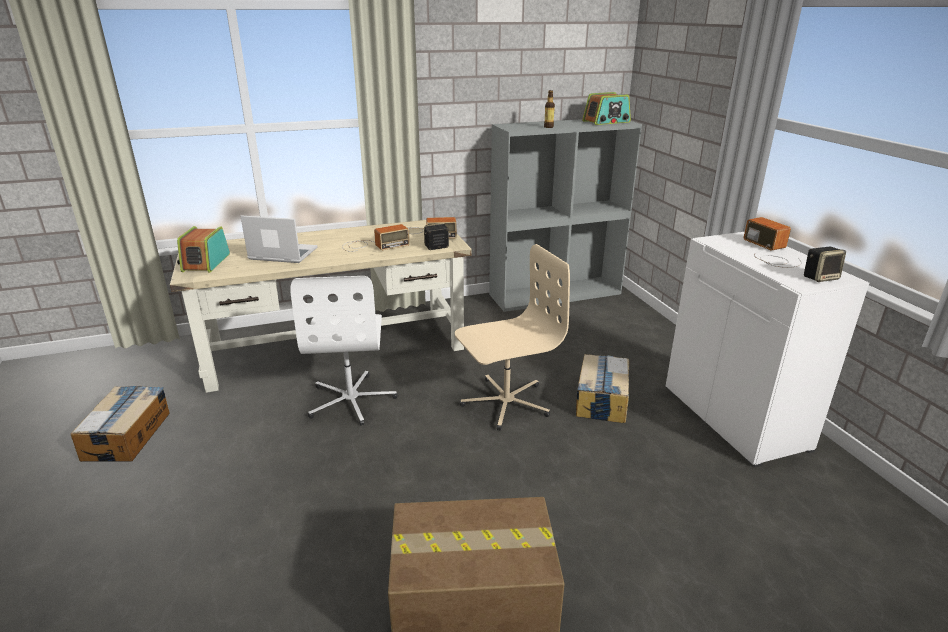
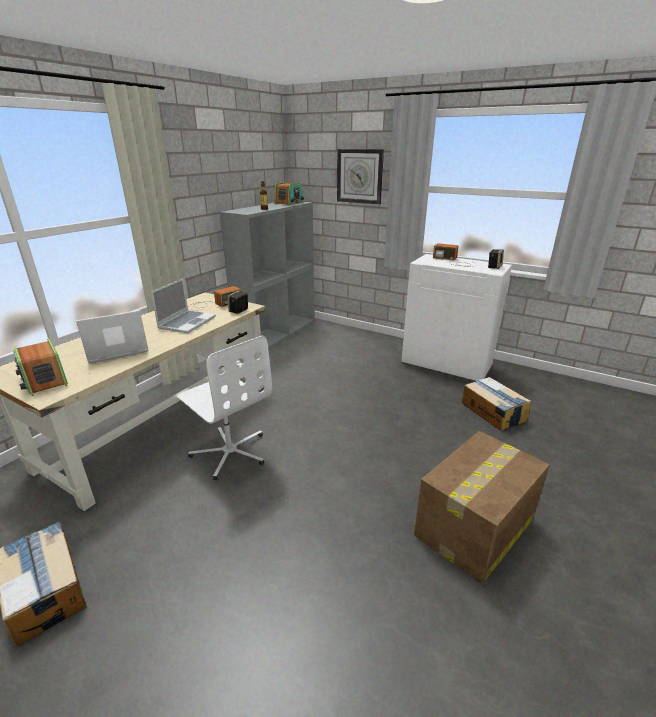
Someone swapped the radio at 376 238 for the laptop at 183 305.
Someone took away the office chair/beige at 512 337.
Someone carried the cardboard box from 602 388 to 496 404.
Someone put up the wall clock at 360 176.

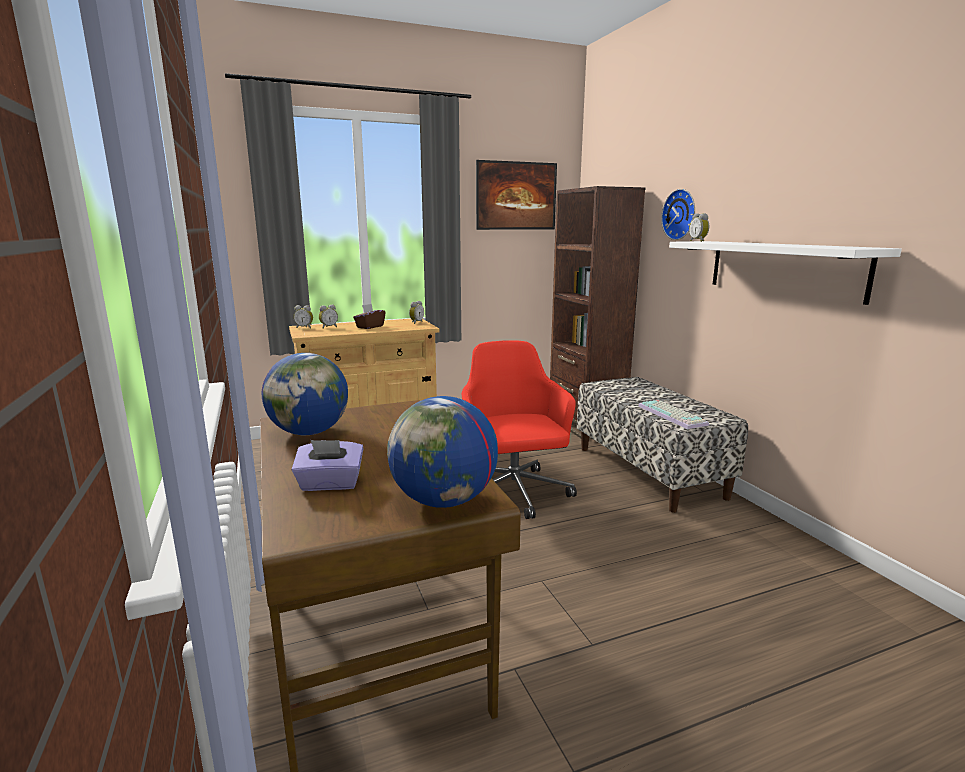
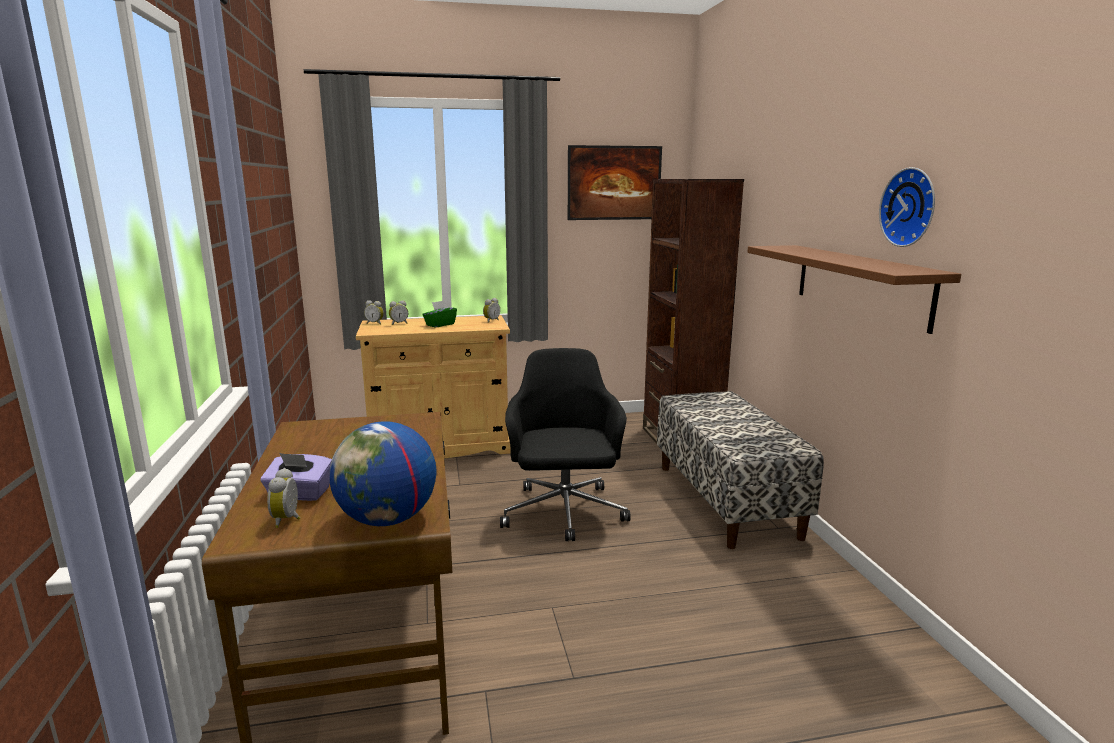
Someone took away the globe at 305 394.
Someone repainted the tissue box/brown at 369 316, which became the tissue box/green at 440 314.
Someone repainted the office chair/red at 519 429, which became the office chair/black at 565 444.
Someone took away the keyboard at 673 414.
Someone carried the wall clock from 678 214 to 907 207.
Someone repainted the shelf/white at 785 273, which became the shelf/brown at 854 289.
Someone carried the alarm clock from 699 227 to 283 498.

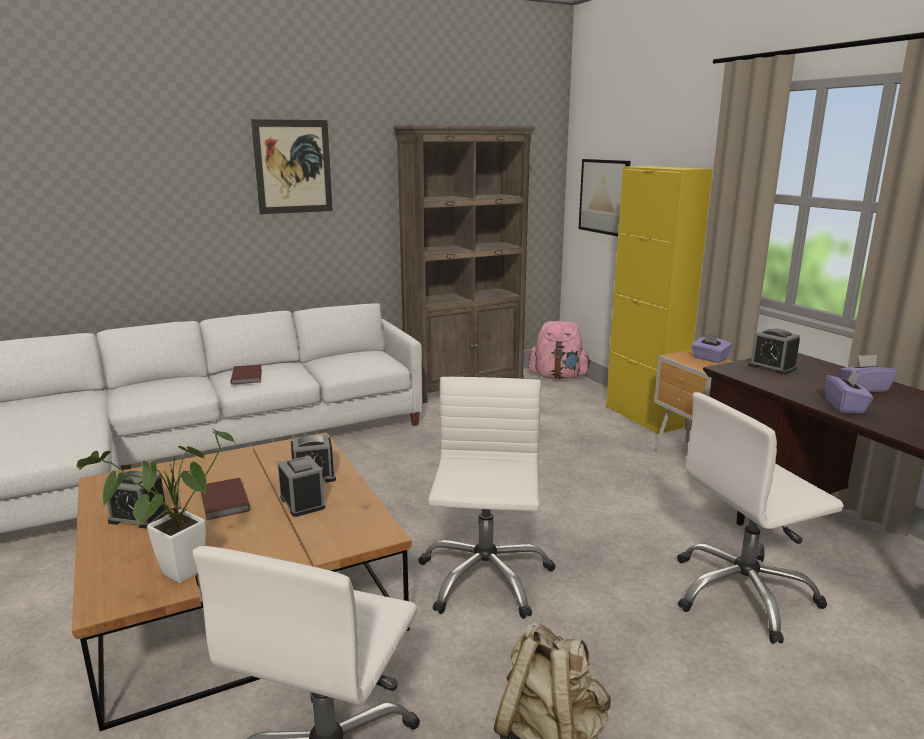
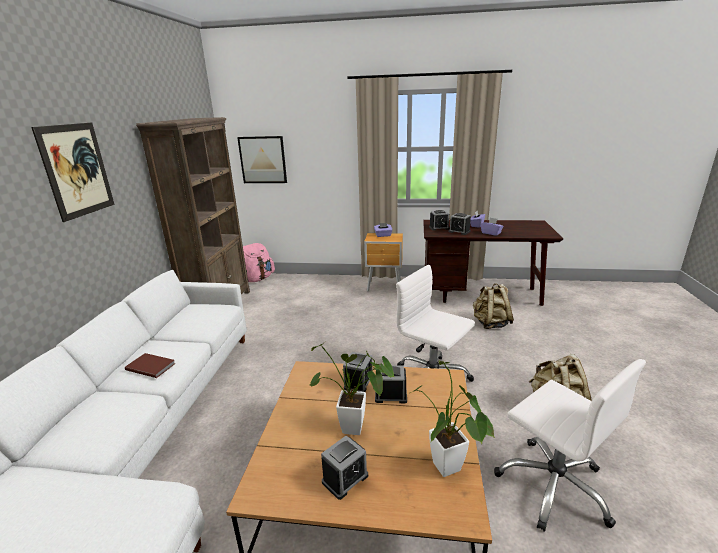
Someone swapped the book/brown at 226 499 for the potted plant at 352 388.
Someone took away the cabinet/yellow at 659 300.
Someone swapped the office chair/white at 760 518 for the backpack/beige at 493 306.
Someone put down the alarm clock at 460 224.

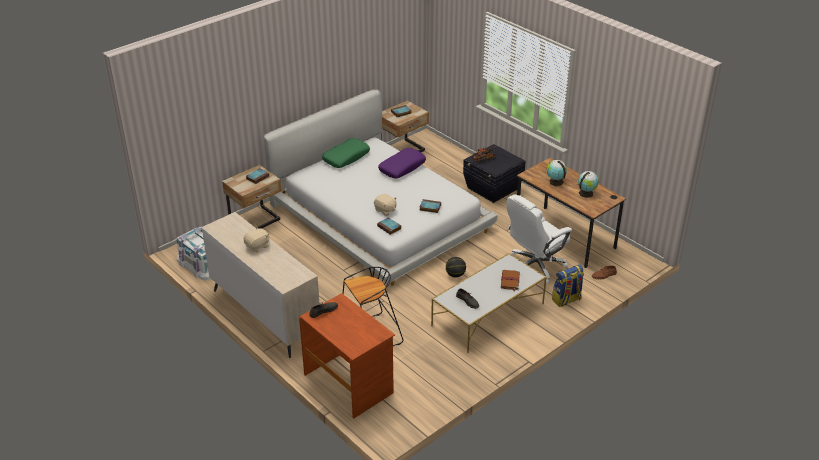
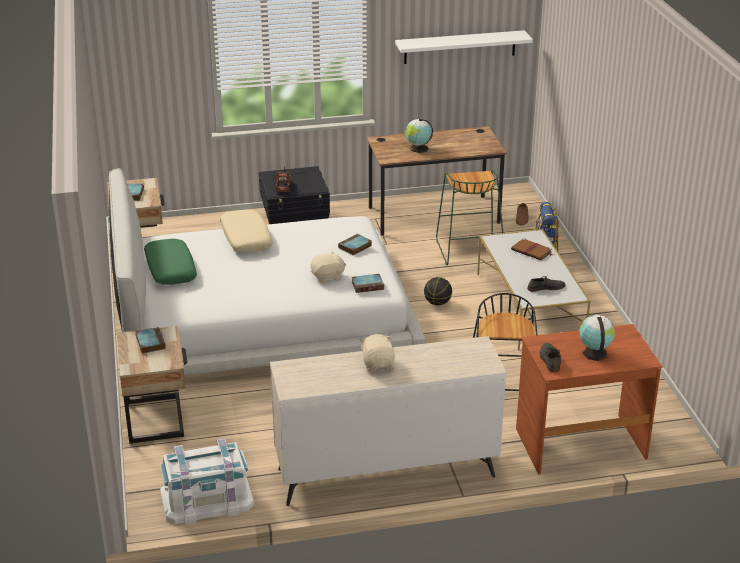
Someone repainted the pillow/purple at 402 163, which became the pillow/beige at 246 230.
Someone swapped the office chair/white at 539 239 for the stool/green at 469 217.
Someone carried the globe from 588 184 to 597 338.
Someone put up the shelf/white at 464 47.

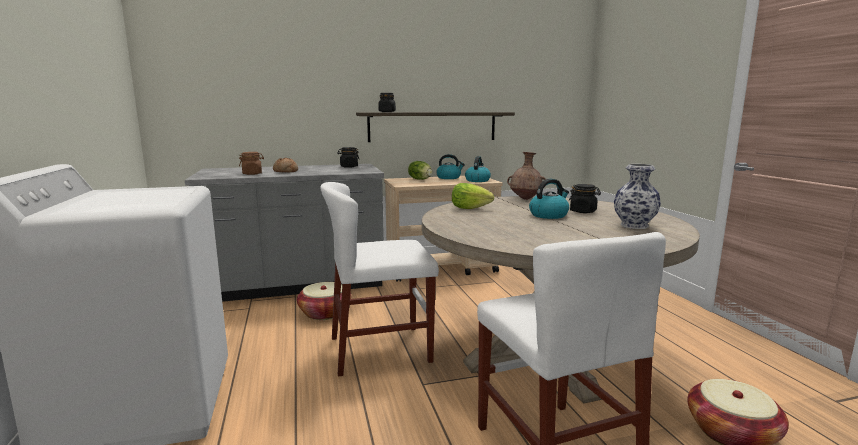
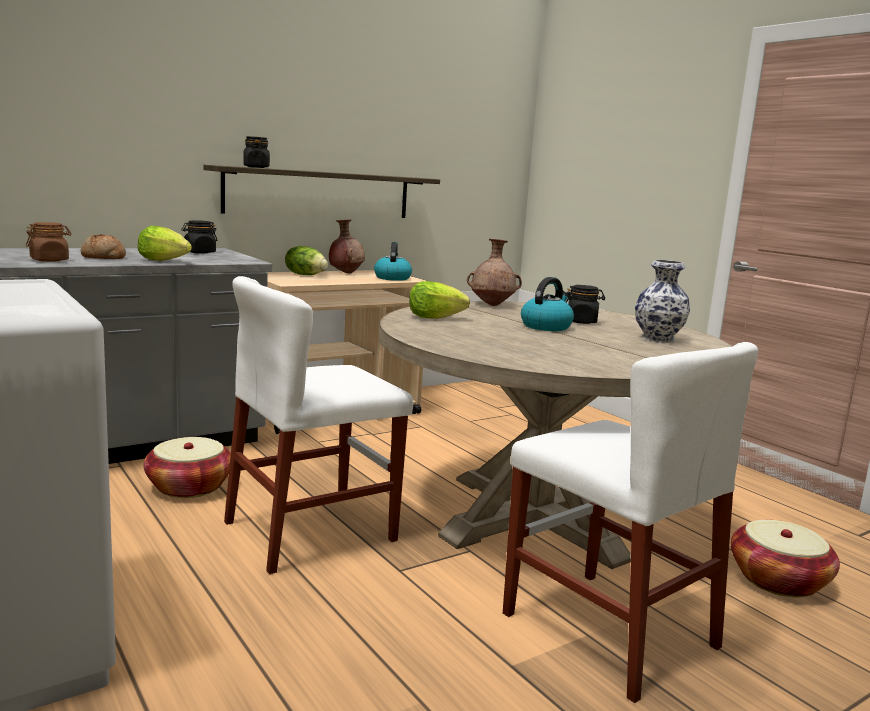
Someone swapped the kettle at 450 166 for the vase/brown at 347 247.
Someone put down the lettuce at 165 243.

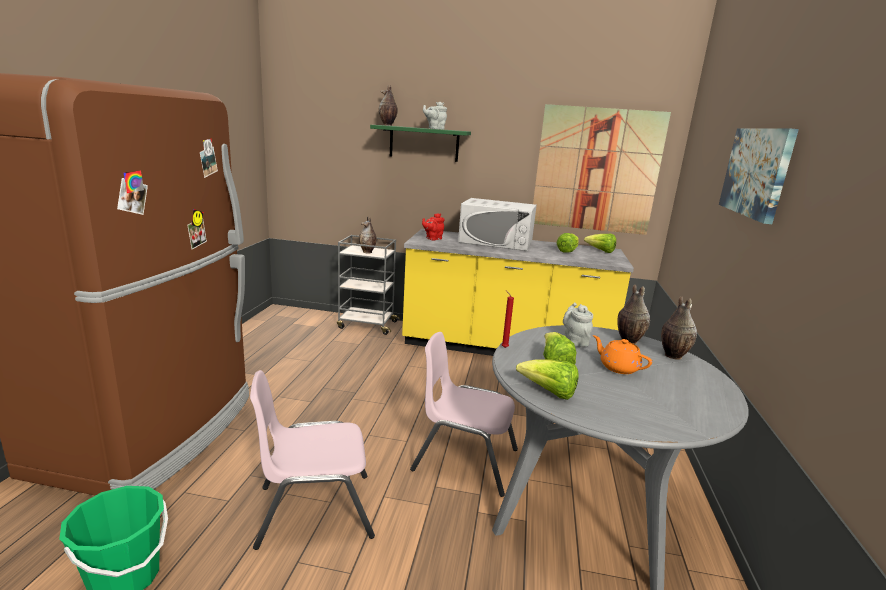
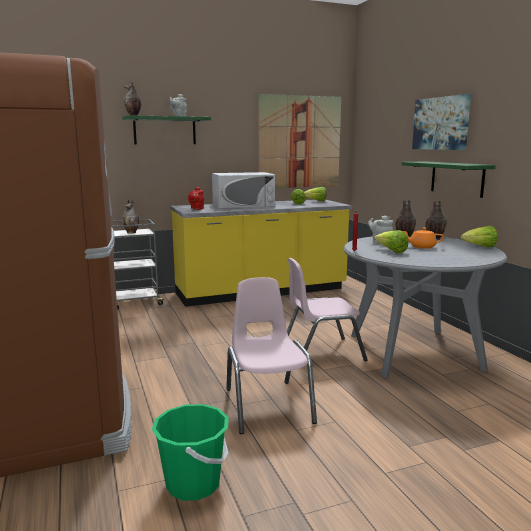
Someone rotated the chair/pink at 312 460 by 120 degrees clockwise.
Someone carried the lettuce from 547 380 to 479 236.
Someone put up the shelf/green at 449 179.

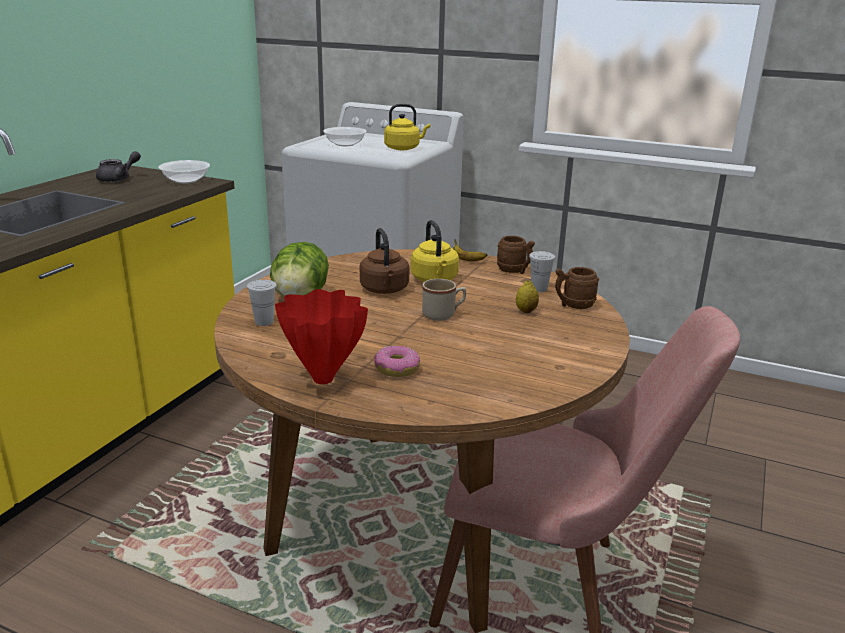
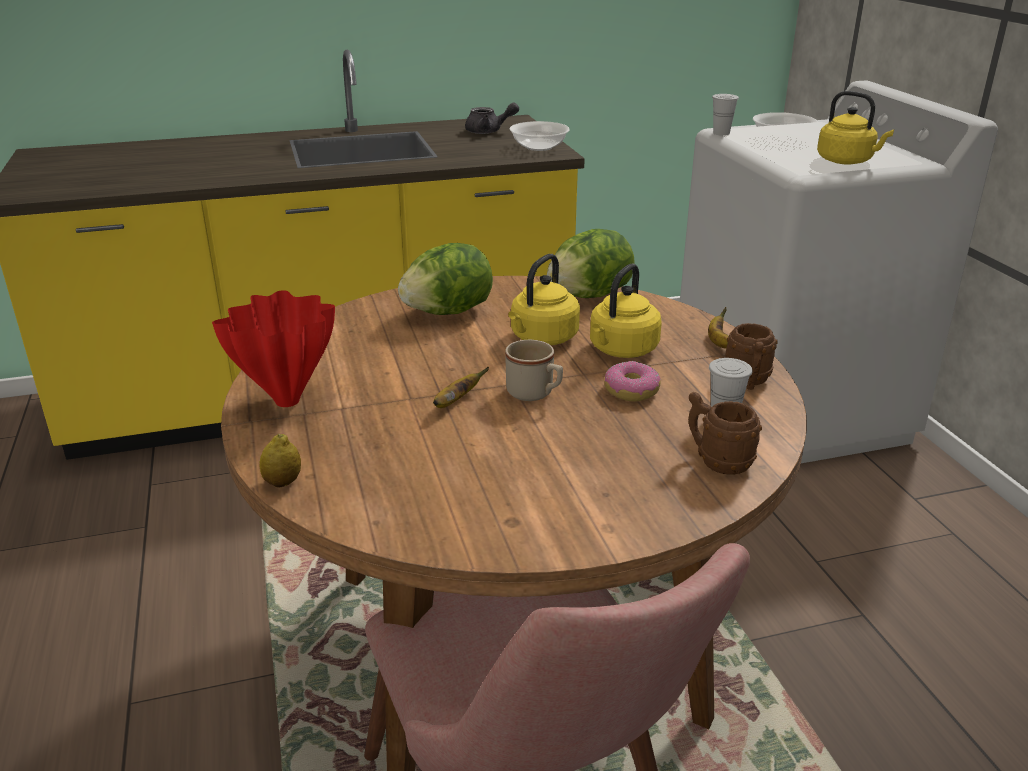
Someone carried the cup/white from 262 303 to 725 115.
Someone repainted the kettle/brown at 384 261, which became the kettle/yellow at 544 299.
Someone carried the donut from 397 361 to 632 381.
Someone carried the lemon from 527 296 to 280 460.
Someone put down the banana at 461 387.
Someone put down the lettuce at 591 263.

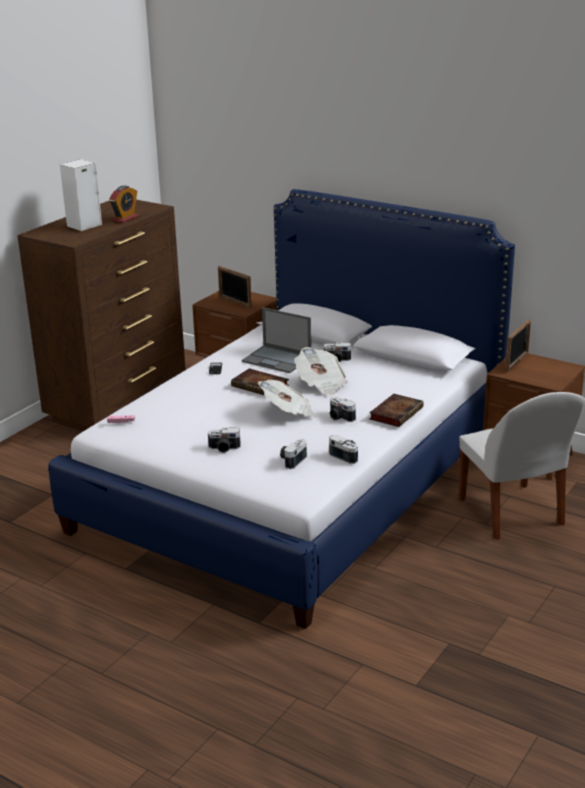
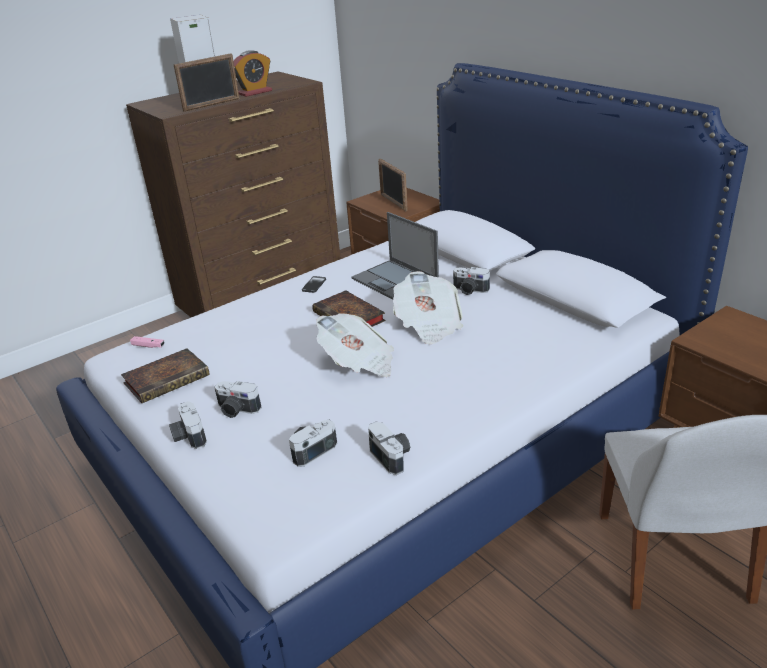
Someone carried the photo camera from 343 409 to 188 425.
Someone carried the book from 396 410 to 165 375.
Someone carried the picture frame from 518 346 to 207 82.

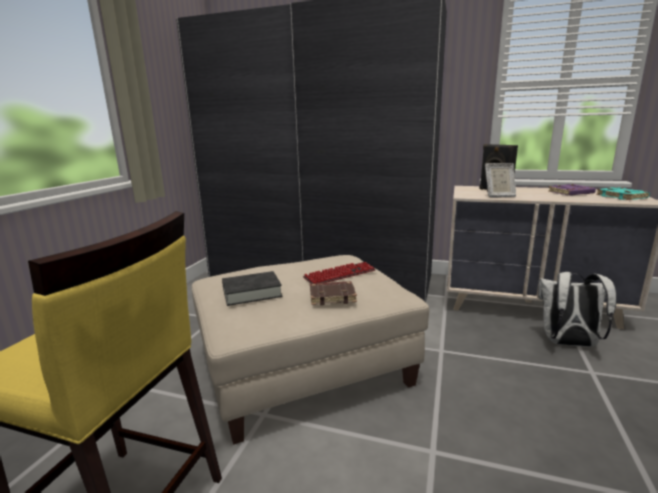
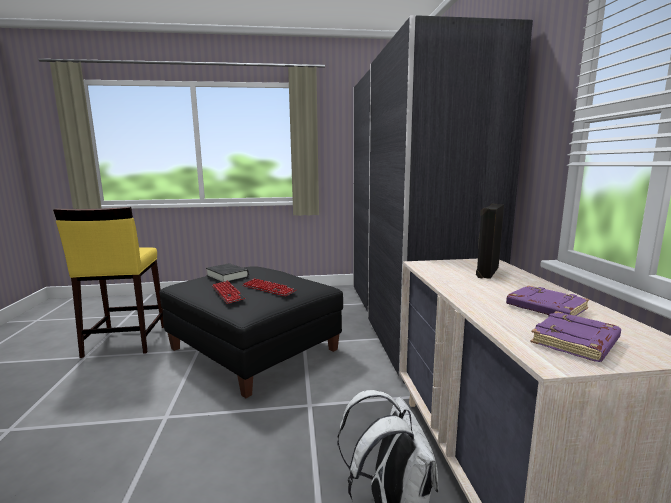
Someone repainted the ottoman/beige at 310 350, which became the ottoman/black at 251 332.
Someone swapped the book/brown at 333 293 for the keyboard at 228 292.
Someone took away the picture frame at 500 180.
Someone repainted the book/turquoise at 623 193, which became the book/purple at 575 336.

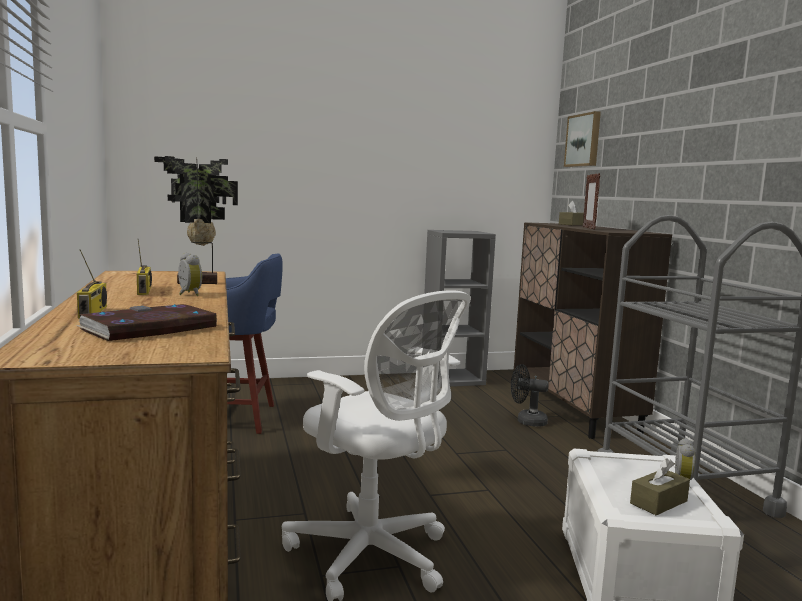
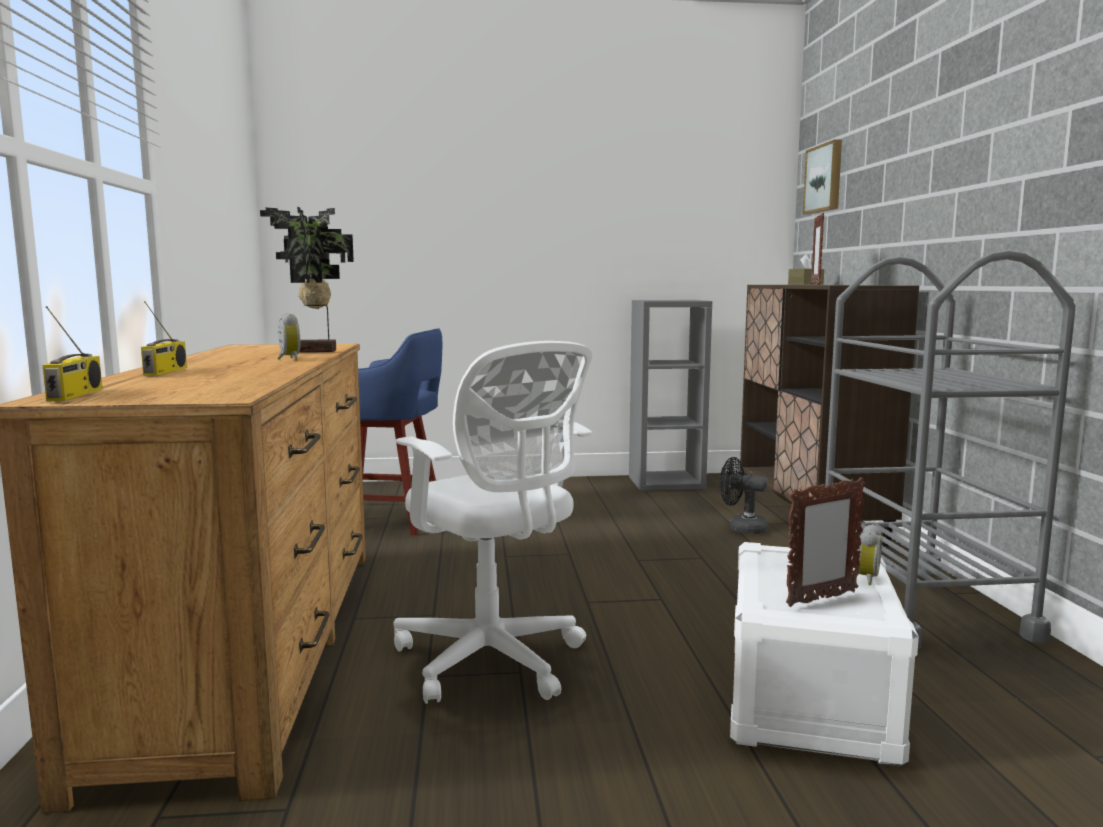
Someone took away the book at 146 322.
Someone carried the radio from 144 267 to 72 353.
Someone swapped the tissue box/brown at 660 487 for the picture frame at 826 542.

